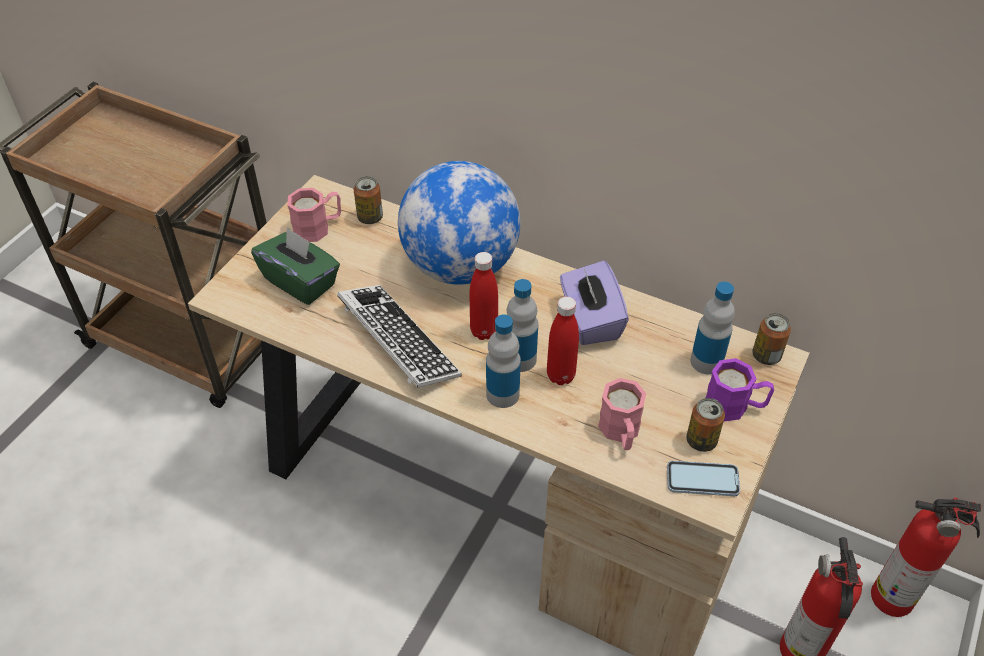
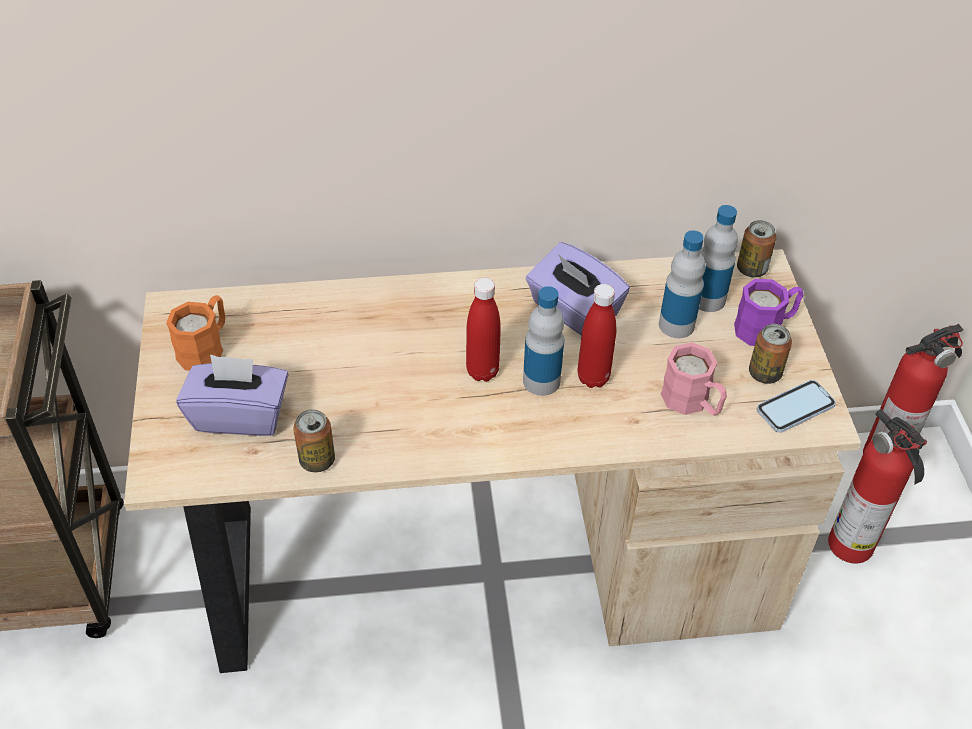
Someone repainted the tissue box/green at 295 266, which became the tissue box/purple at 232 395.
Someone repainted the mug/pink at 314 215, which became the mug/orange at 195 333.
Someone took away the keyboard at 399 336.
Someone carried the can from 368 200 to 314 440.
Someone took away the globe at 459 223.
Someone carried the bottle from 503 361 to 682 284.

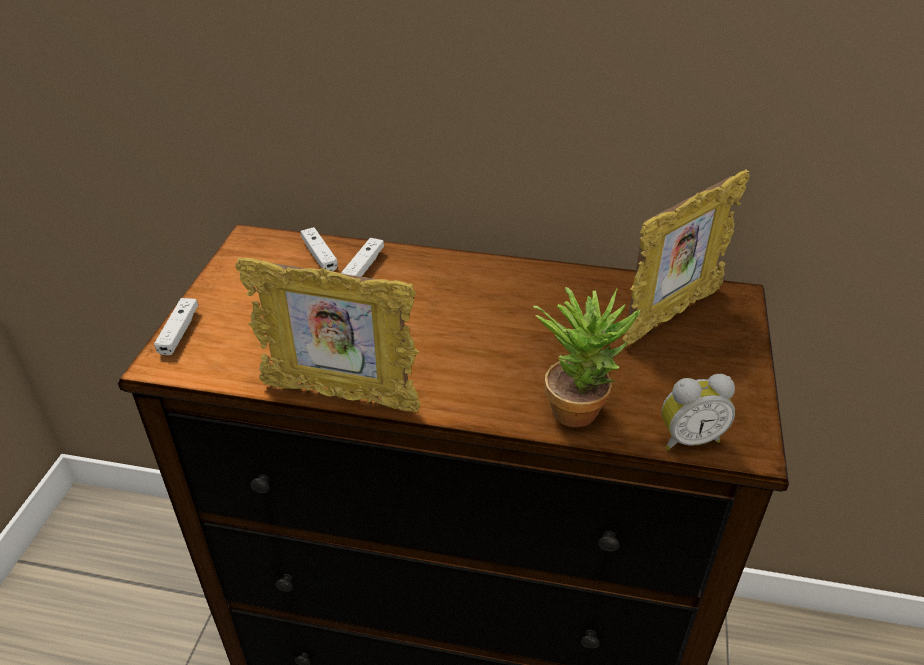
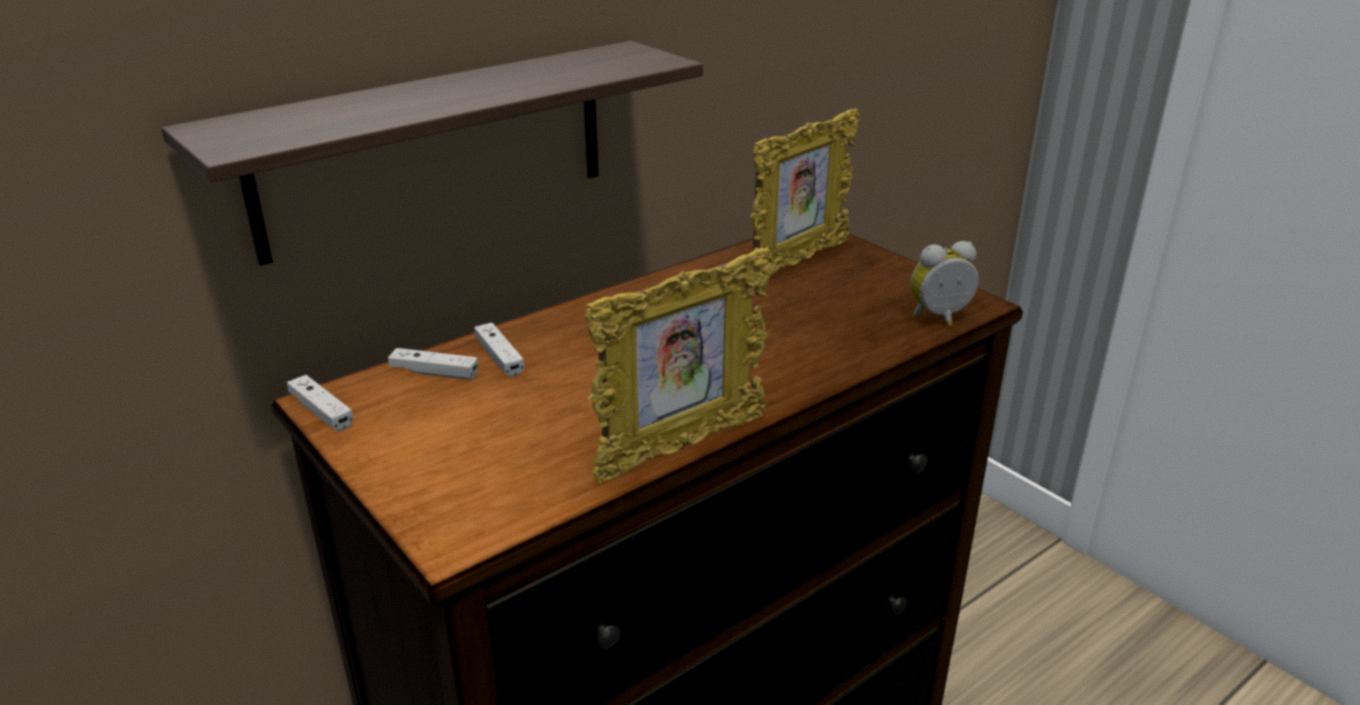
Someone carried the game controller/white from 176 326 to 320 403.
Someone took away the potted plant at 587 357.
Someone rotated the picture frame at 685 258 by 45 degrees clockwise.
Someone rotated the alarm clock at 698 412 by 135 degrees counterclockwise.
Someone put up the shelf at 432 153.

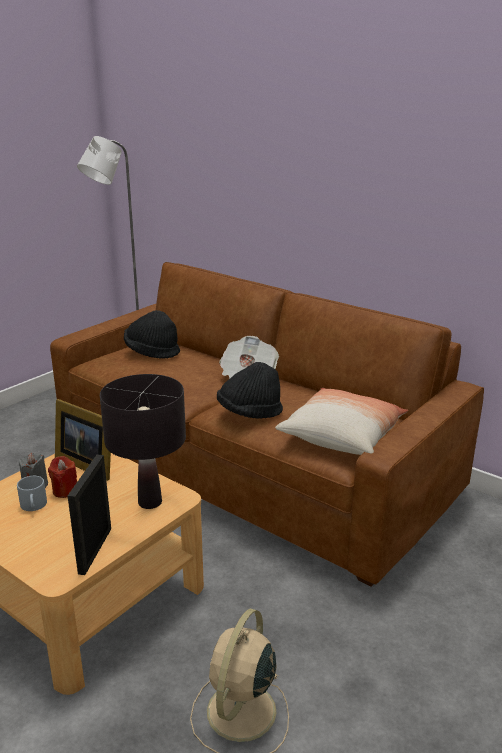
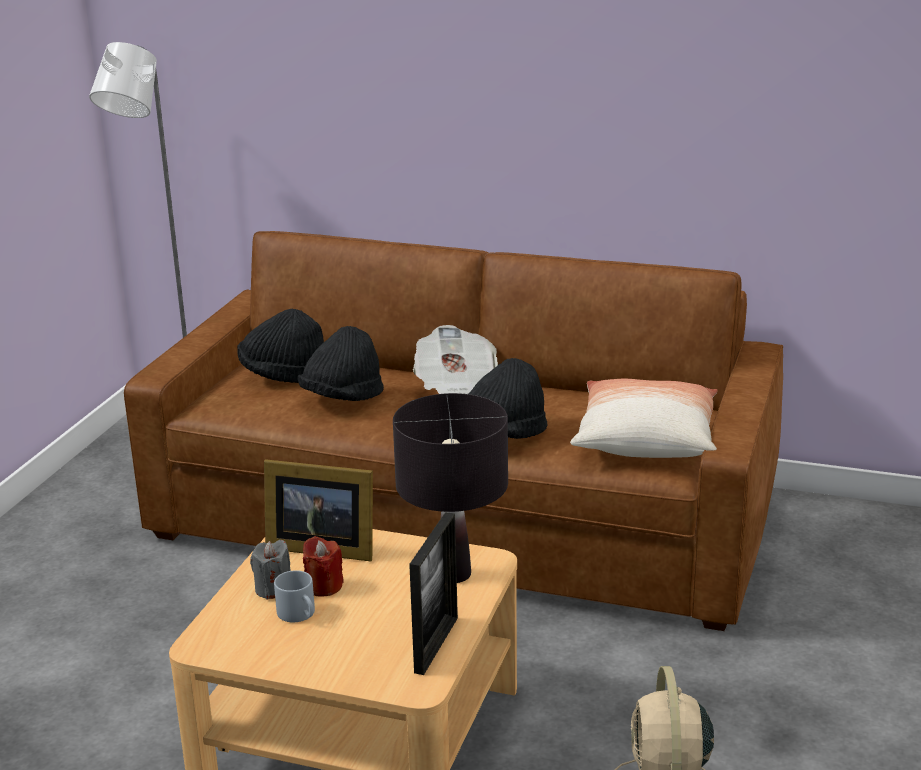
Someone rotated the picture frame at 89 515 by 150 degrees counterclockwise.
Someone put down the hat/black at 341 363.

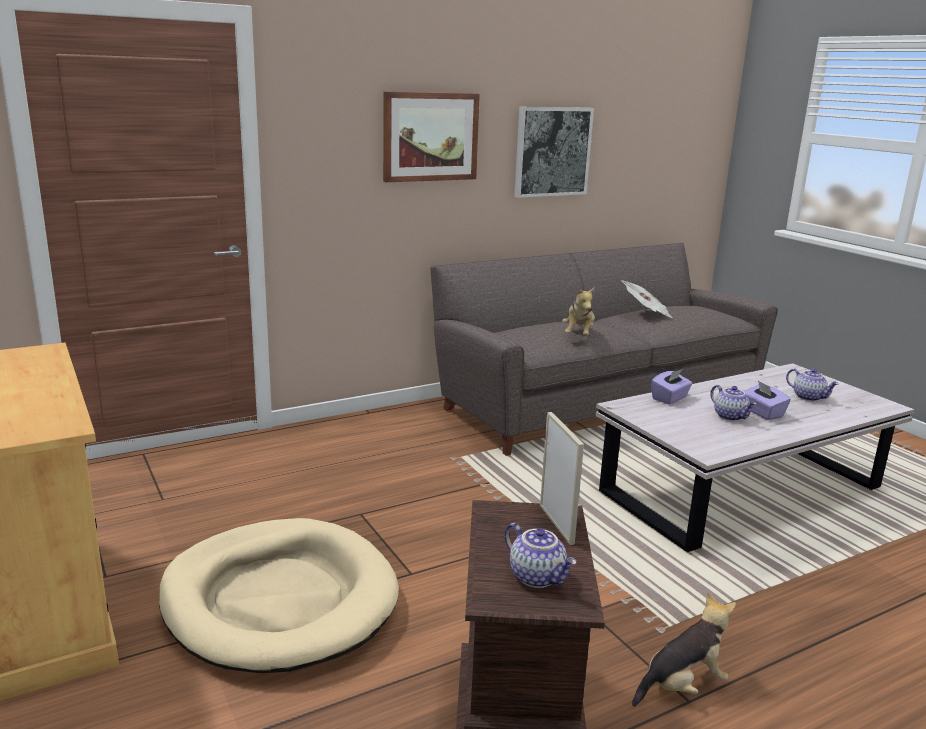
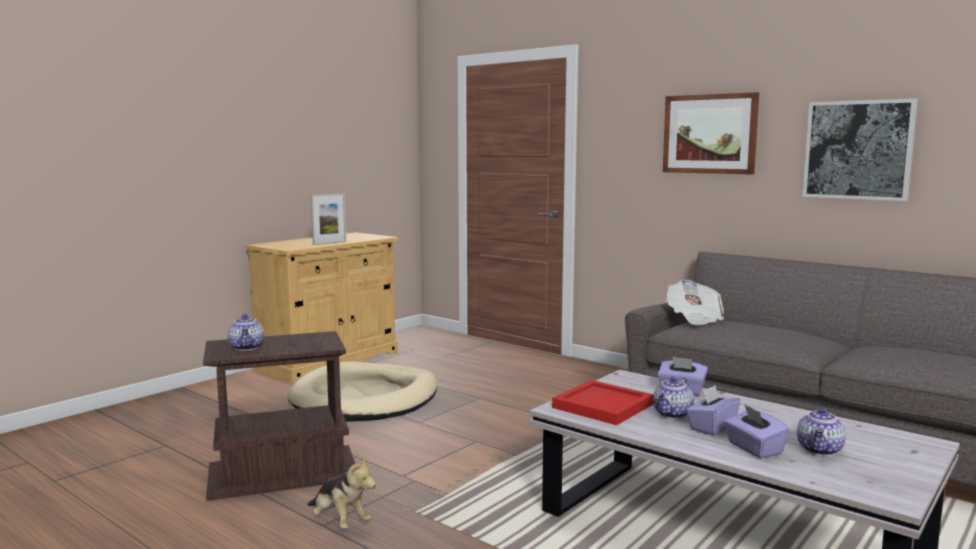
Someone rotated the teapot at 540 555 by 45 degrees counterclockwise.
Someone carried the picture frame from 562 478 to 328 219.
Someone took away the plush toy at 578 311.
Someone carried the newspaper from 647 299 to 695 303.
Someone put down the tray/red at 603 402.
Someone put down the tissue box/purple at 757 431.

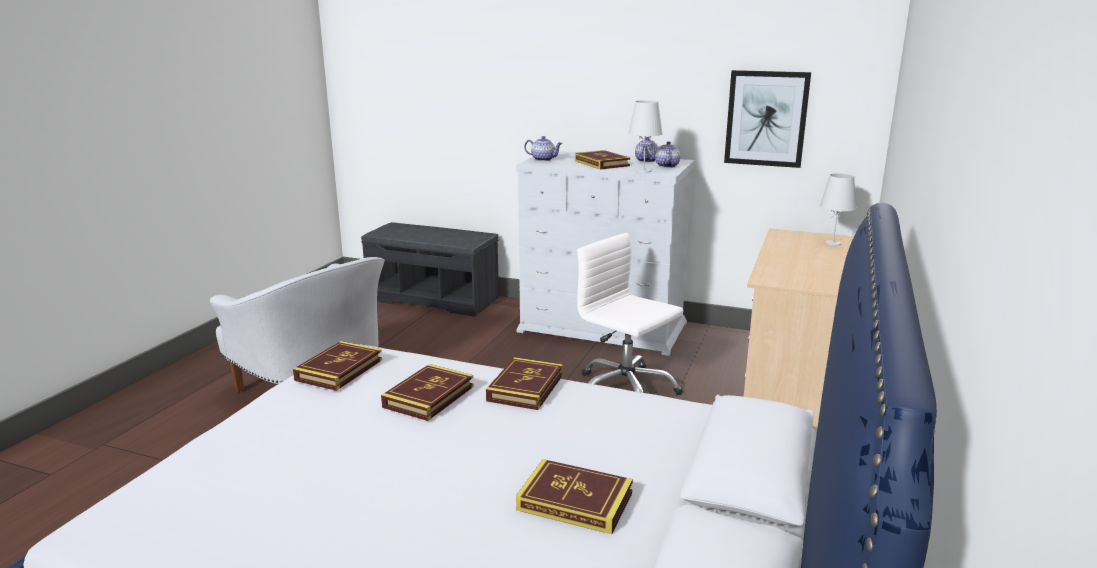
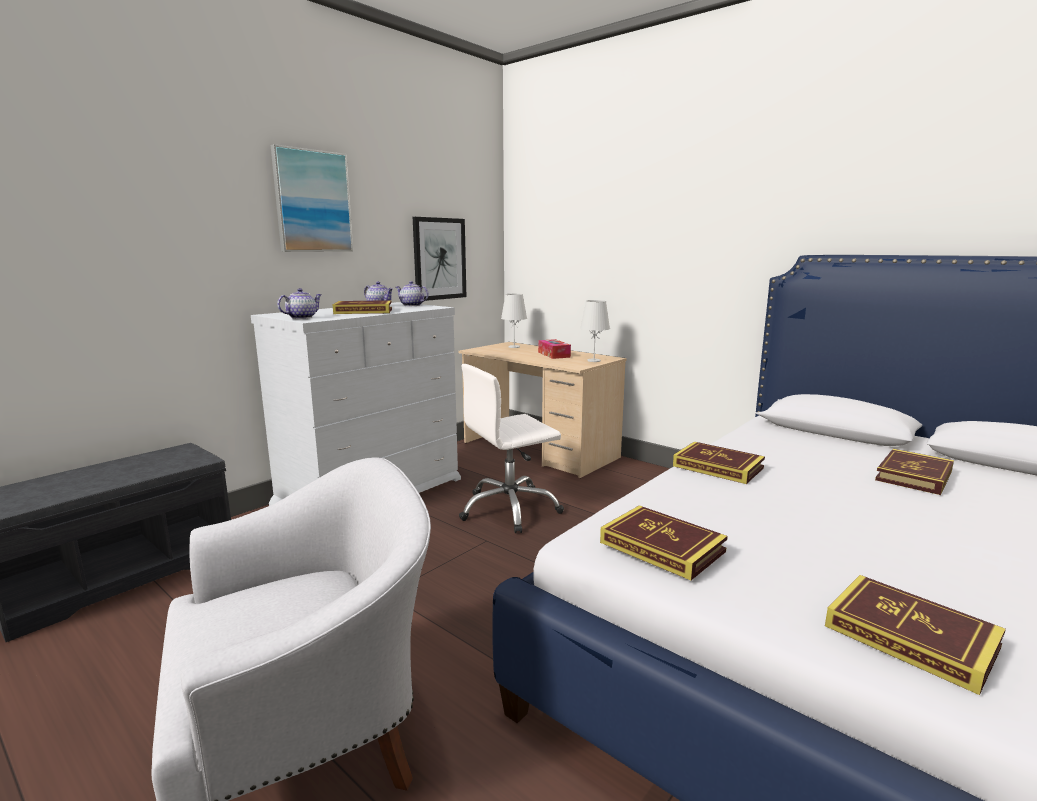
Someone carried the book from 427 392 to 915 635.
Someone carried the table lamp/white from 645 136 to 595 331.
Someone put up the picture at 312 198.
Someone put down the tissue box at 554 349.

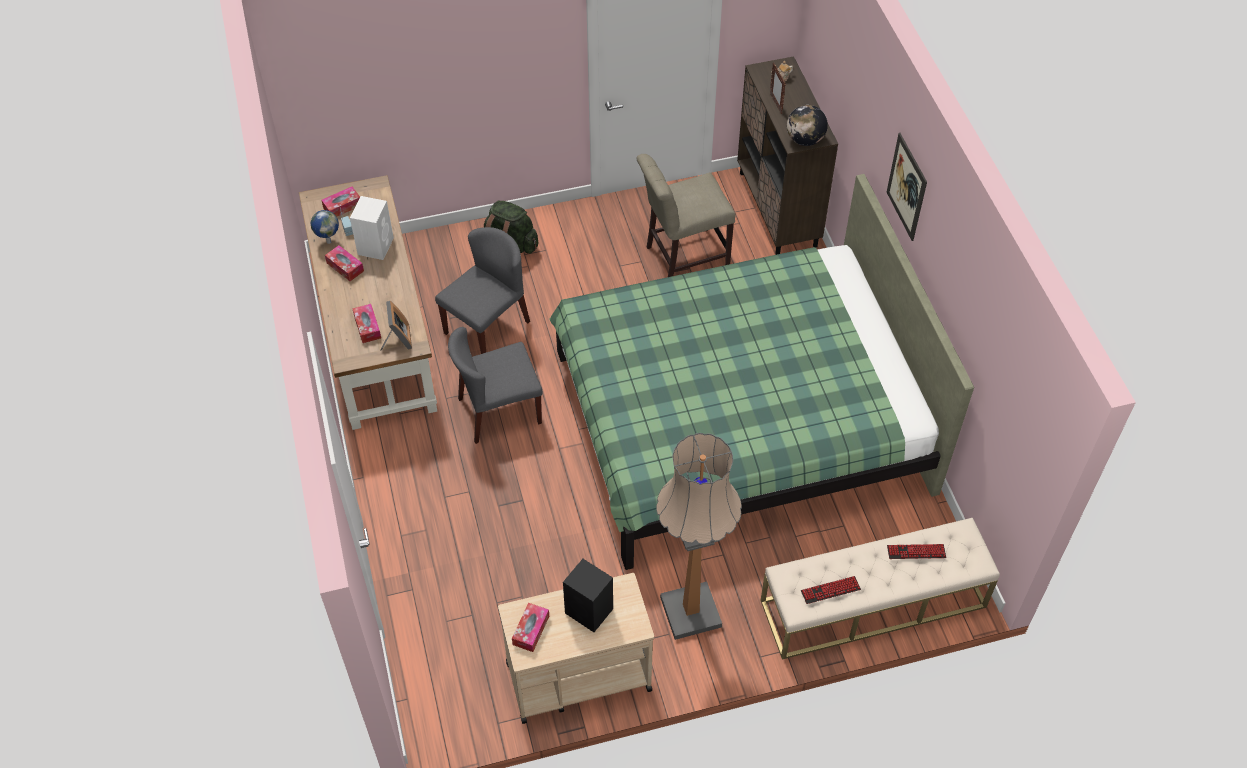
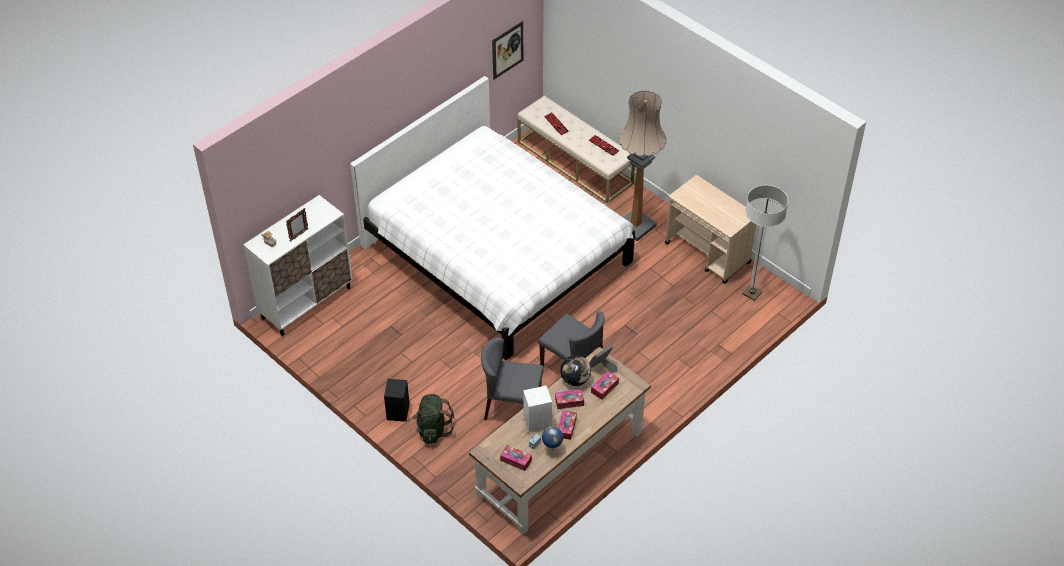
Someone carried the tissue box from 530 627 to 569 399.
Someone repainted the bed/green at 762 372, which became the bed/white at 492 218.
Someone carried the speaker/black from 588 595 to 397 400.
Someone took away the chair/beige at 685 215.
Someone repainted the cabinet/brown at 787 155, which became the cabinet/white at 298 265.
Someone carried the globe from 807 125 to 575 370.
Someone carried the picture from 906 187 to 507 50.
Someone put down the floor lamp at 765 243.

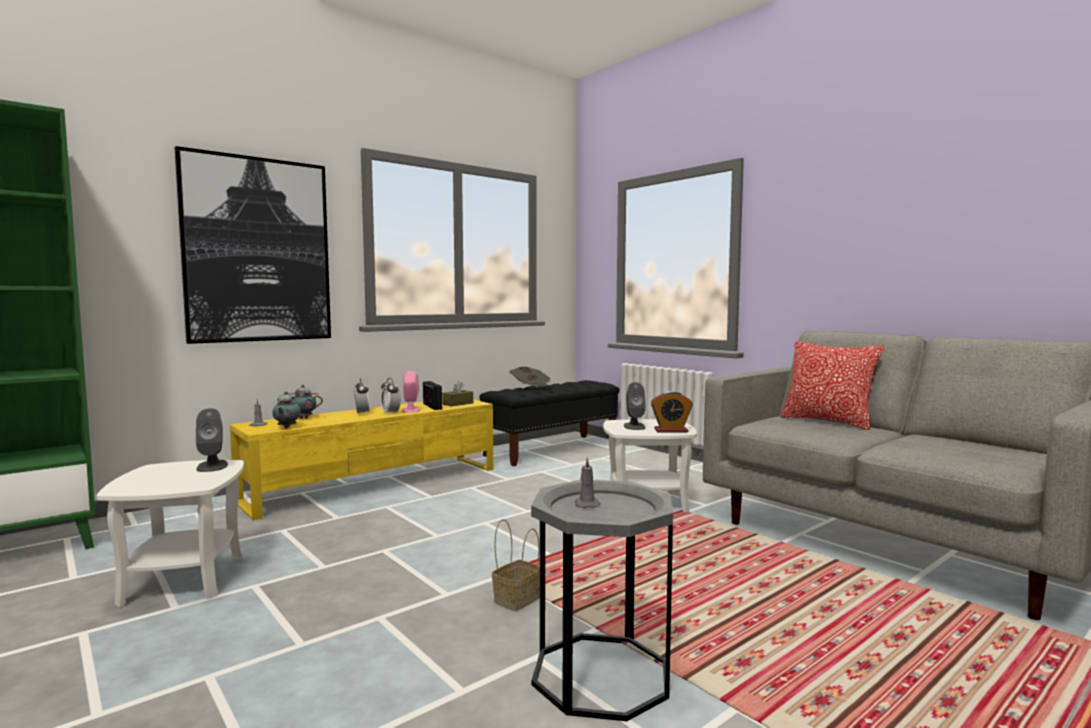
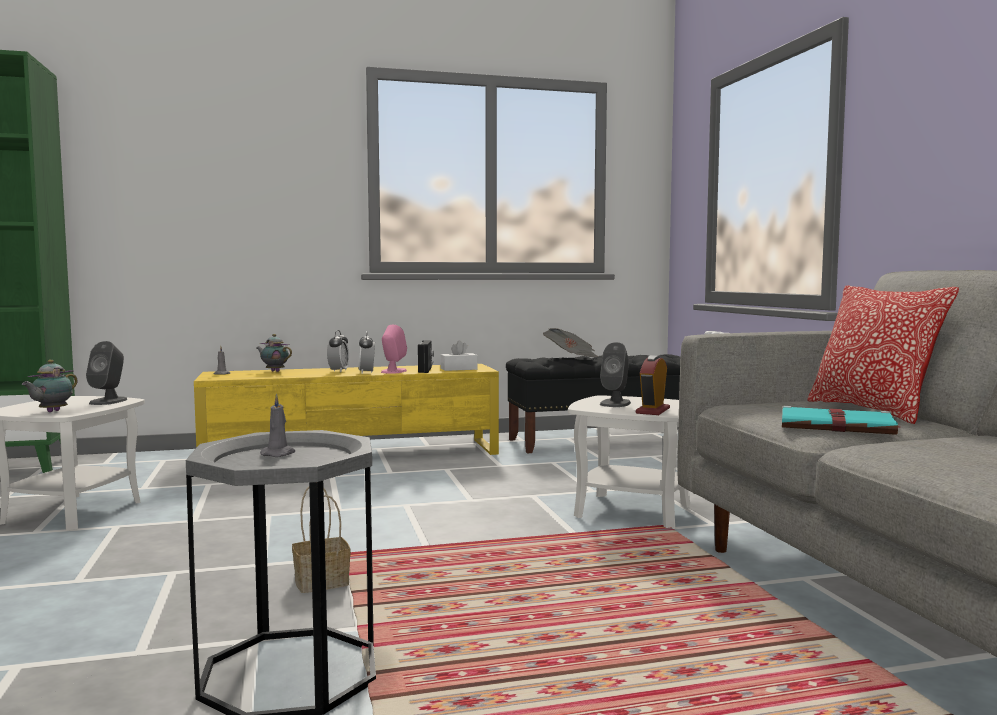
Someone took away the picture at 252 245.
Someone carried the teapot from 286 409 to 50 386.
Someone repainted the tissue box/brown at 457 393, which became the tissue box/white at 459 355.
Someone rotated the alarm clock at 672 412 by 90 degrees clockwise.
Someone put down the book/turquoise at 842 420.

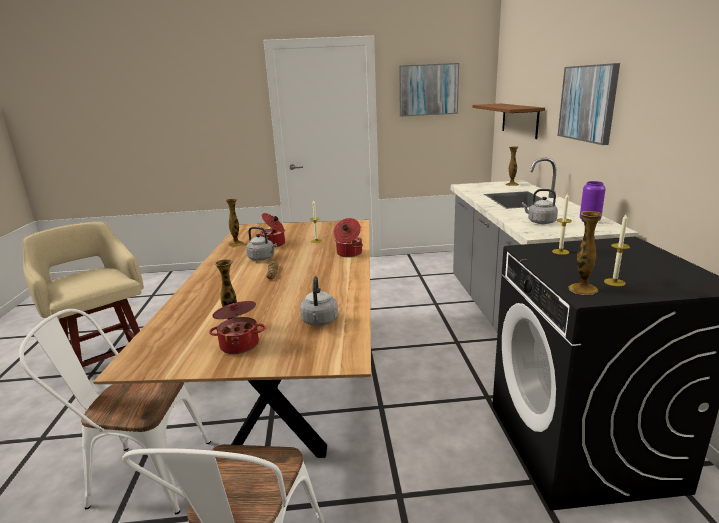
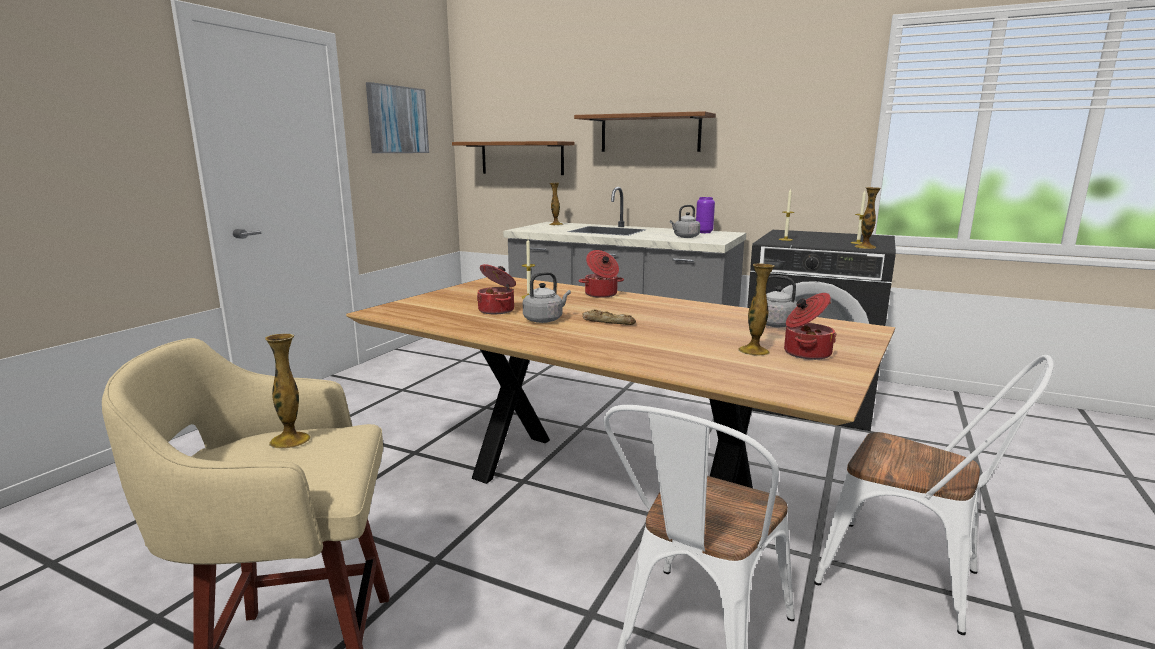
Someone carried the vase from 234 222 to 288 391.
Someone swapped the picture at 588 104 for the shelf/brown at 645 131.

